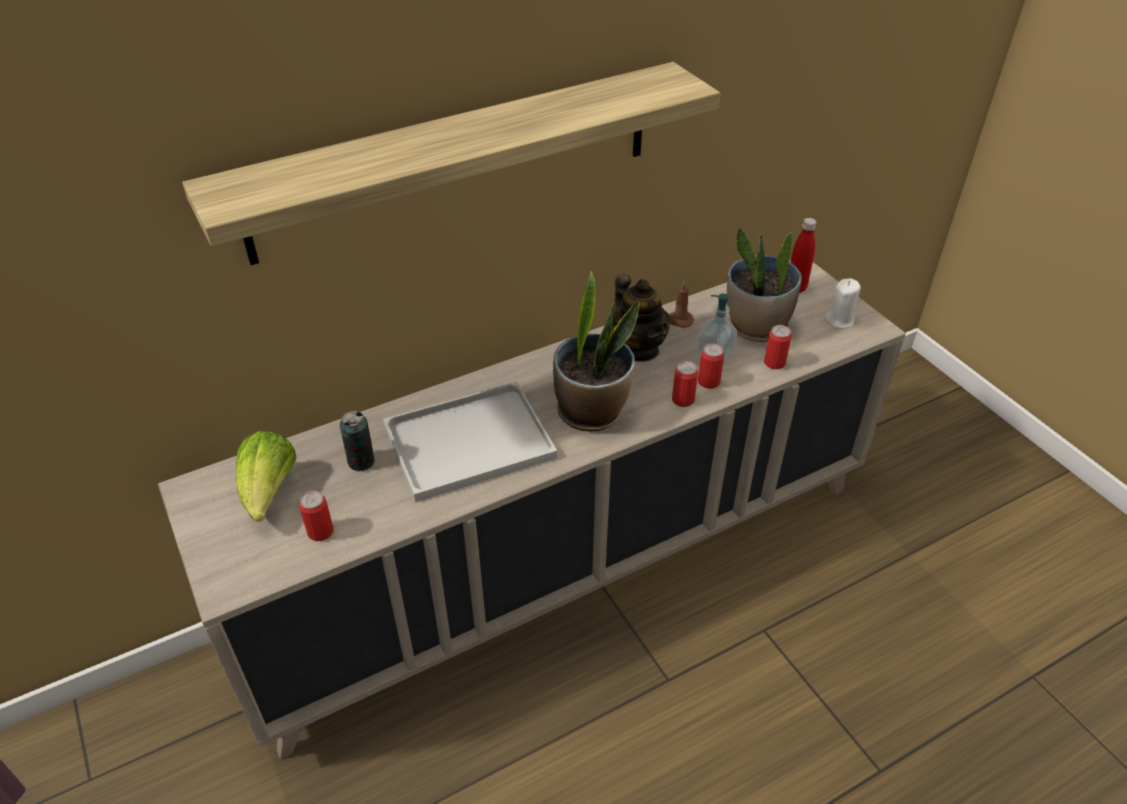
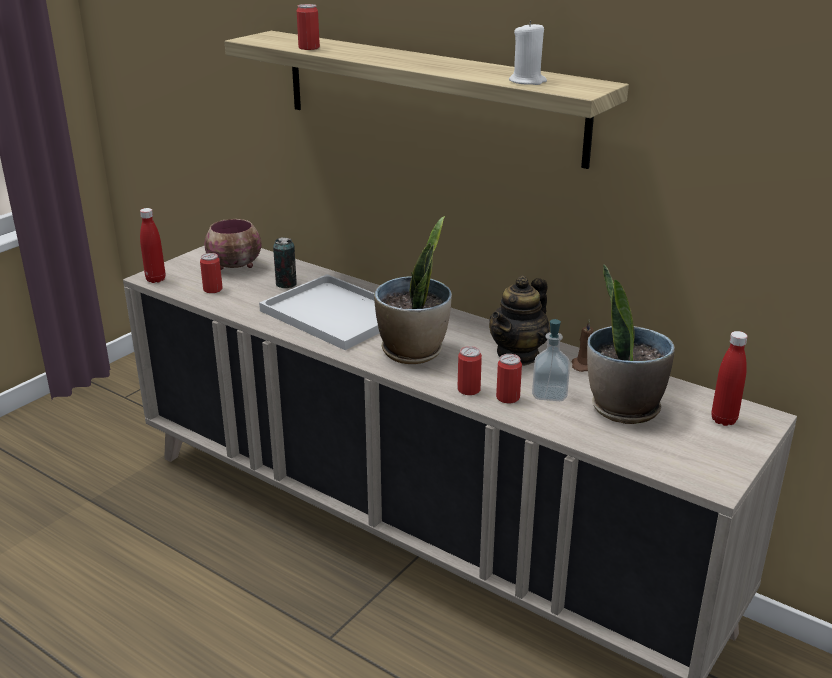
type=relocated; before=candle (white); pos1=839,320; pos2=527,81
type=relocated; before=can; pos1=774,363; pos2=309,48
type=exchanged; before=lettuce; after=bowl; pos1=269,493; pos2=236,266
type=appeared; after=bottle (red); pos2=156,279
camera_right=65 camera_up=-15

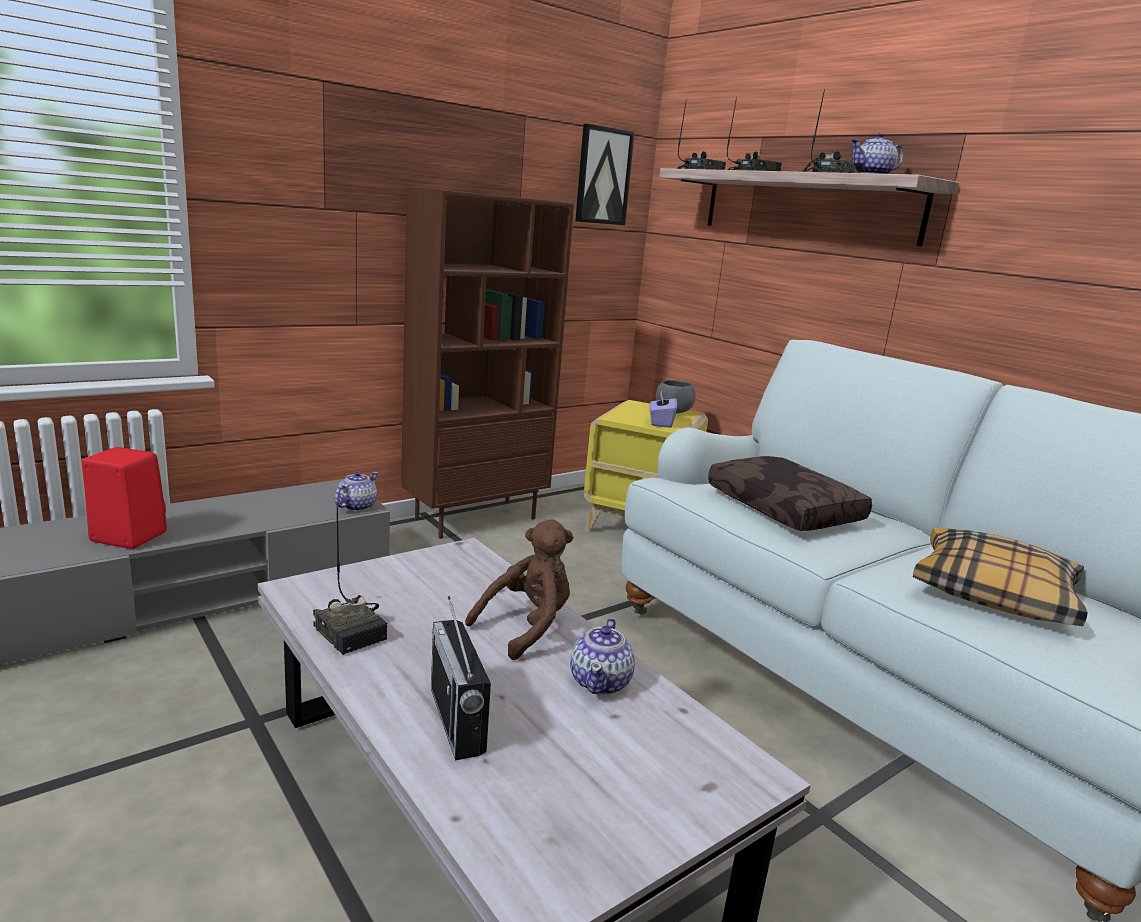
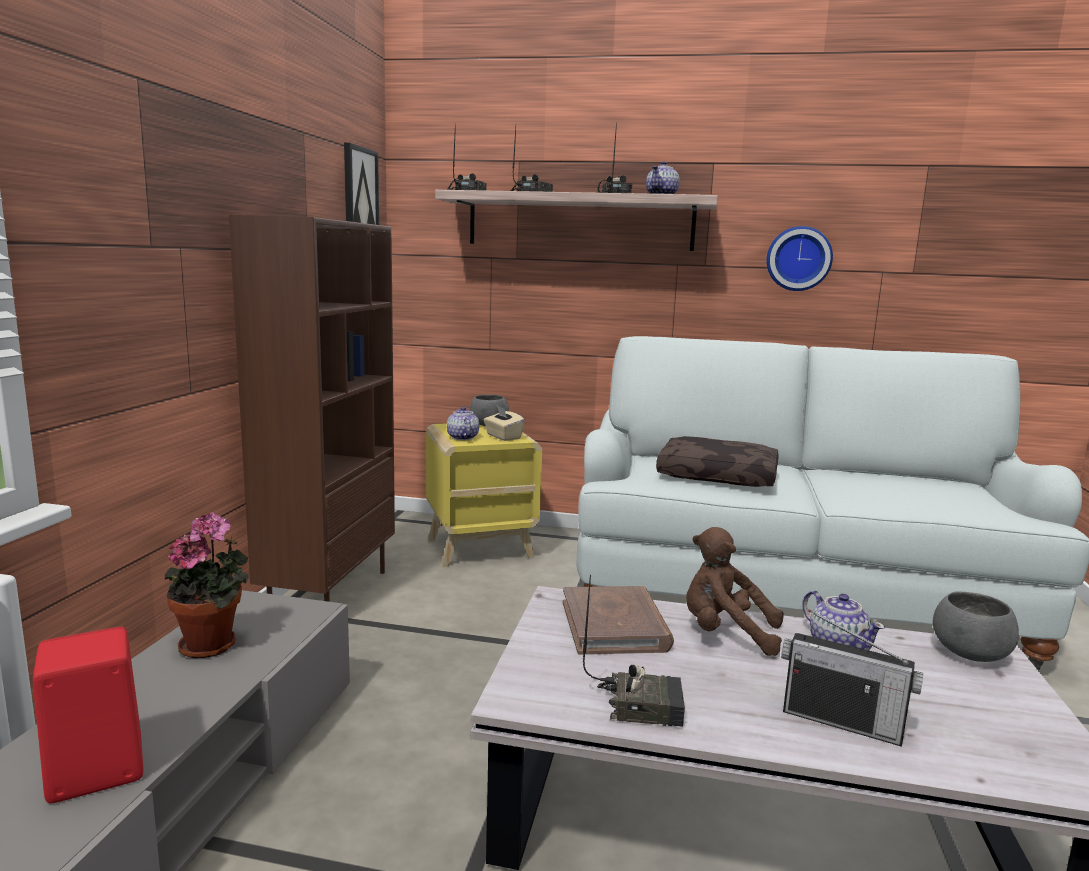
type=colour; before=tissue box (purple); after=tissue box (beige); pos1=660,423; pos2=503,437
type=relocated; before=teapot; pos1=356,506; pos2=462,437
type=spun; before=plush toy (brown); pos1=527,627; pos2=725,634; turn=-75
type=missing; before=pillow; pos1=993,593
type=appeared; after=wall clock; pos2=798,258
type=appeared; after=potted plant; pos2=213,644
type=appeared; after=book (brown); pos2=615,625
type=appeared; after=bowl (grey); pos2=969,654
camera_right=-40 camera_up=-5

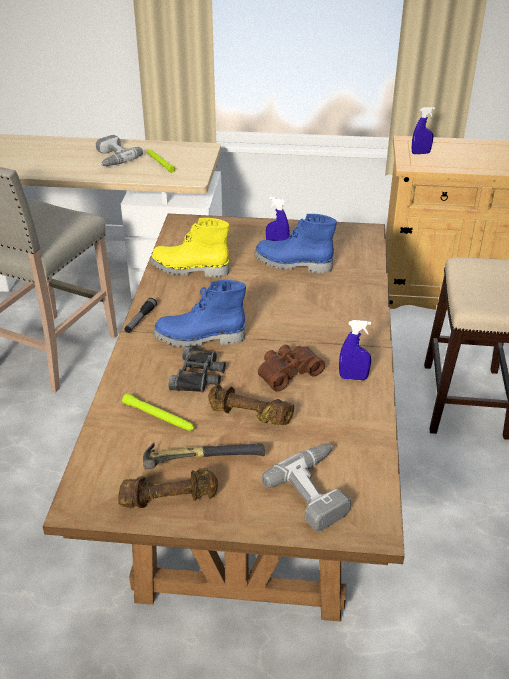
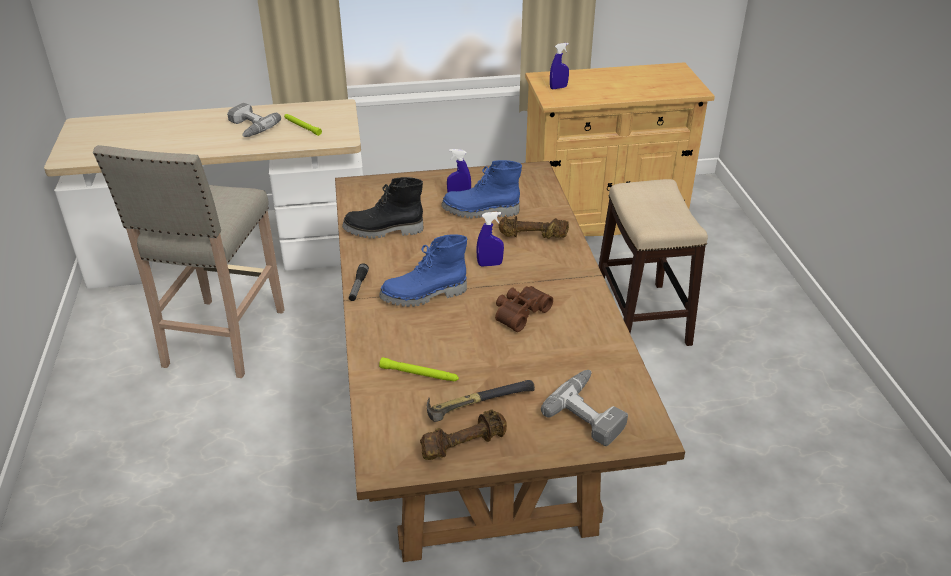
type=colour; before=boot (yellow); after=boot (black); pos1=189,270; pos2=383,231
type=relocated; before=spray bottle (blue); pos1=353,377; pos2=490,264
type=missing; before=binoculars (black); pos1=198,375
type=relocated; before=dumbbell (brown); pos1=249,416; pos2=532,237
camera_right=-15 camera_up=0

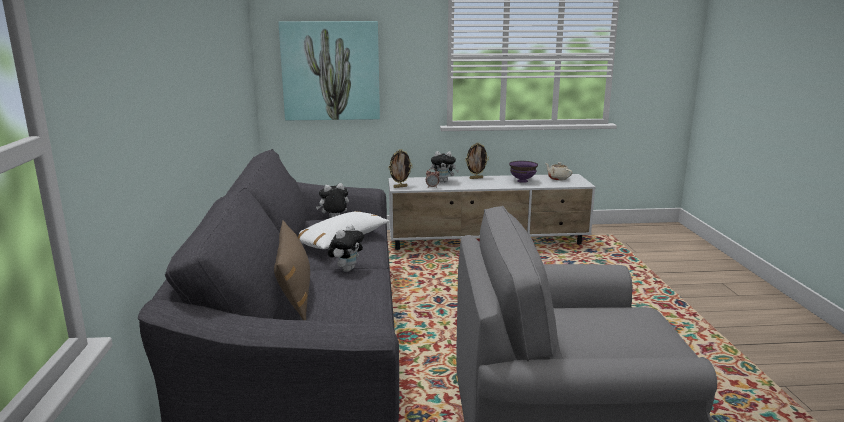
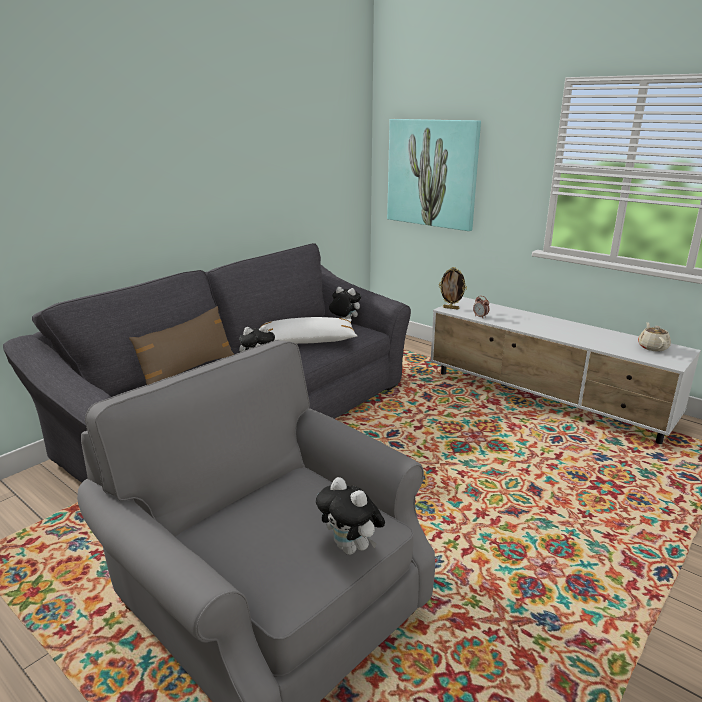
type=missing; before=picture frame; pos1=476,178
type=relocated; before=plush toy; pos1=443,181; pos2=351,548
type=missing; before=bowl (purple); pos1=522,181
camera_right=45 camera_up=5

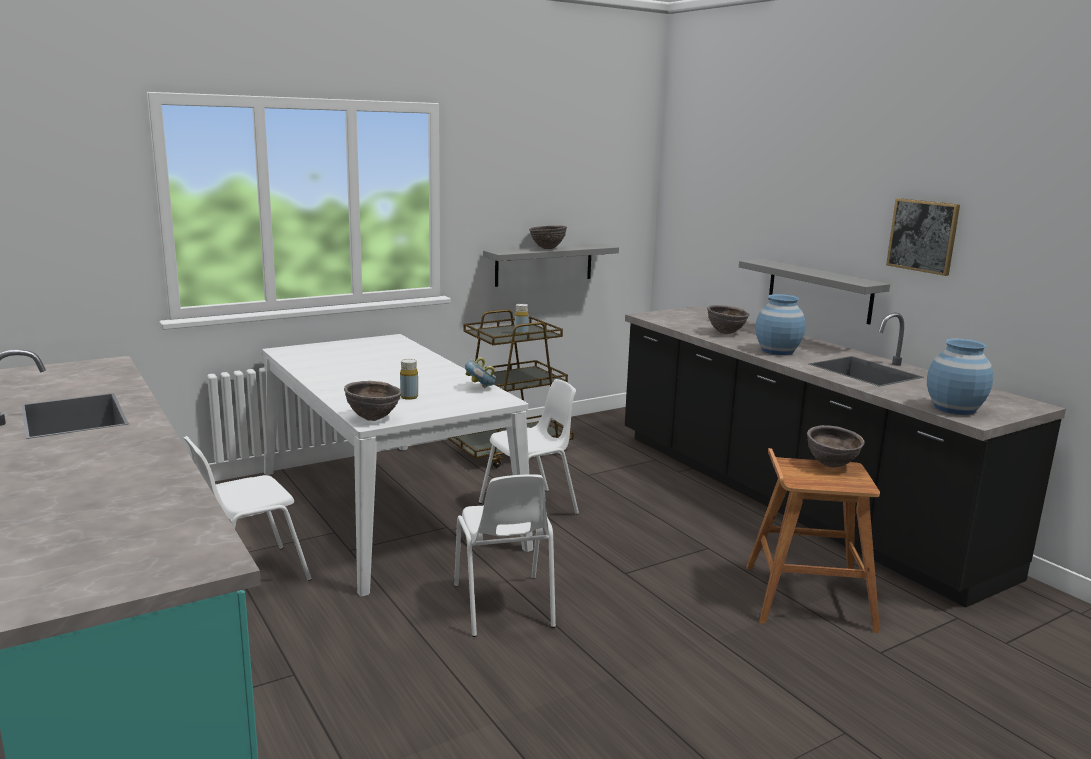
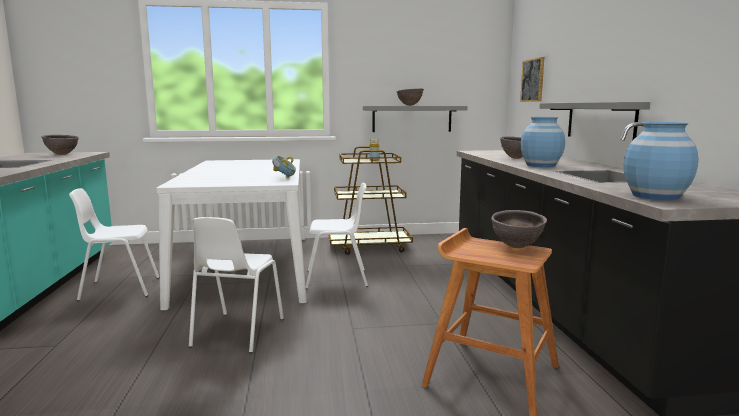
type=relocated; before=picture; pos1=923,236; pos2=533,80
type=missing; before=bottle (yellow); pos1=409,397
type=relocated; before=bowl (brown); pos1=373,419; pos2=62,154
camera_right=25 camera_up=-5

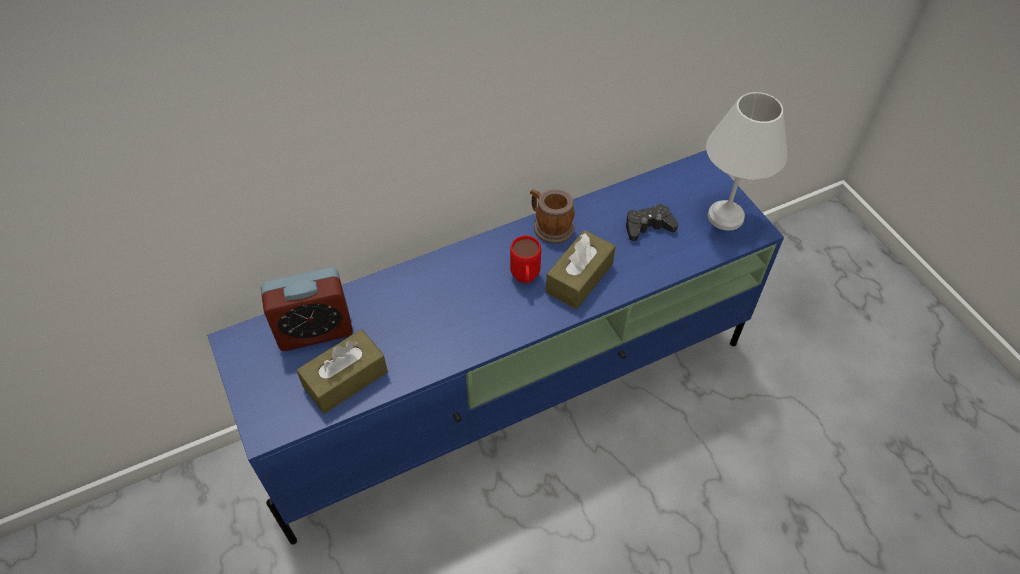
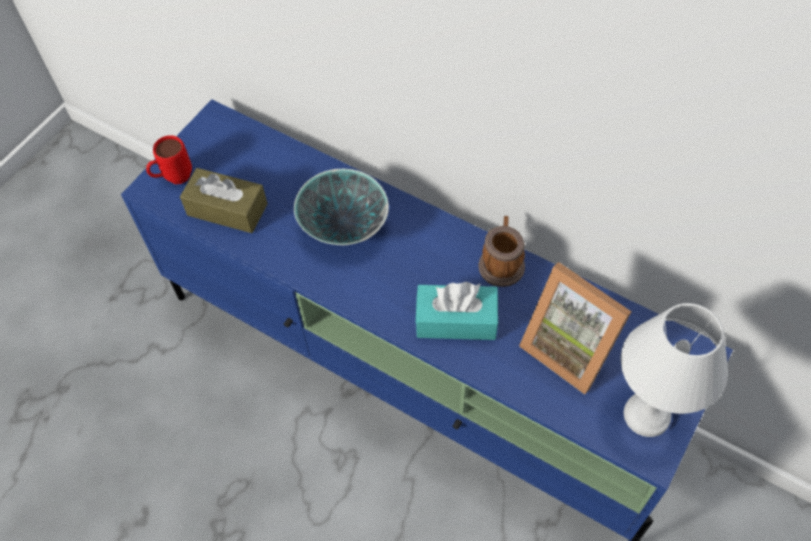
type=exchanged; before=game controller (black); after=picture frame; pos1=648,226; pos2=570,347
type=colour; before=tissue box (brown); after=tissue box (turquoise); pos1=579,278; pos2=456,320
type=relocated; before=mug (red); pos1=525,280; pos2=173,179
type=missing; before=alarm clock; pos1=315,330
type=appeared; after=bowl; pos2=343,227
camera_right=60 camera_up=5

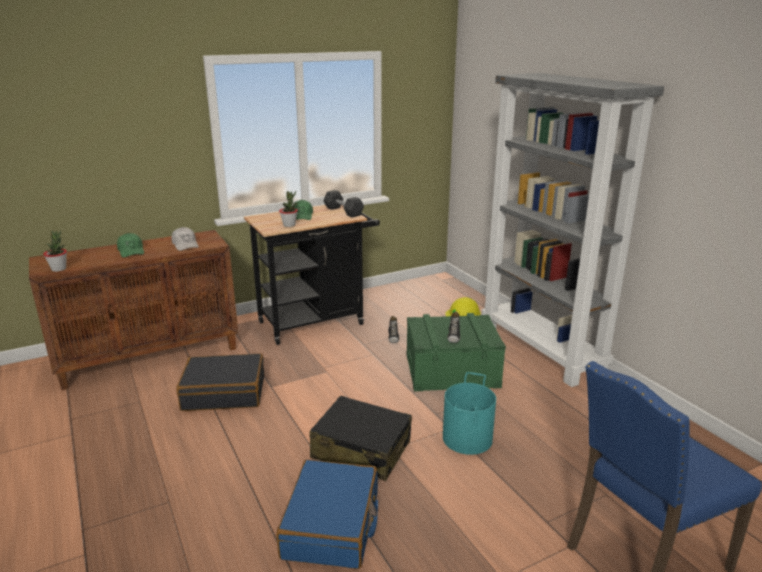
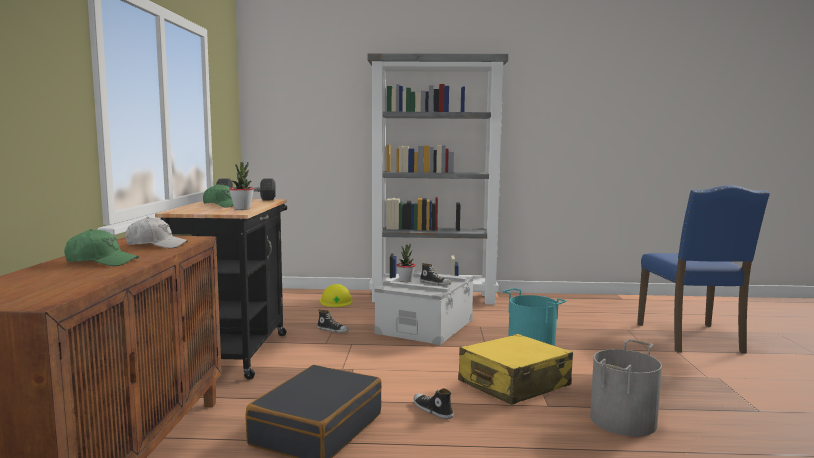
type=relocated; before=potted plant; pos1=59,269; pos2=405,280
type=colour; before=storage box (green); after=storage box (grey); pos1=452,370; pos2=425,326
type=colour; before=suitcase (black); after=suitcase (yellow); pos1=361,450; pos2=514,384
type=exchanged; before=suitcase (blue); after=bucket (grey); pos1=332,525; pos2=622,420
type=appeared; after=shoe; pos2=432,410
camera_right=-60 camera_up=-15

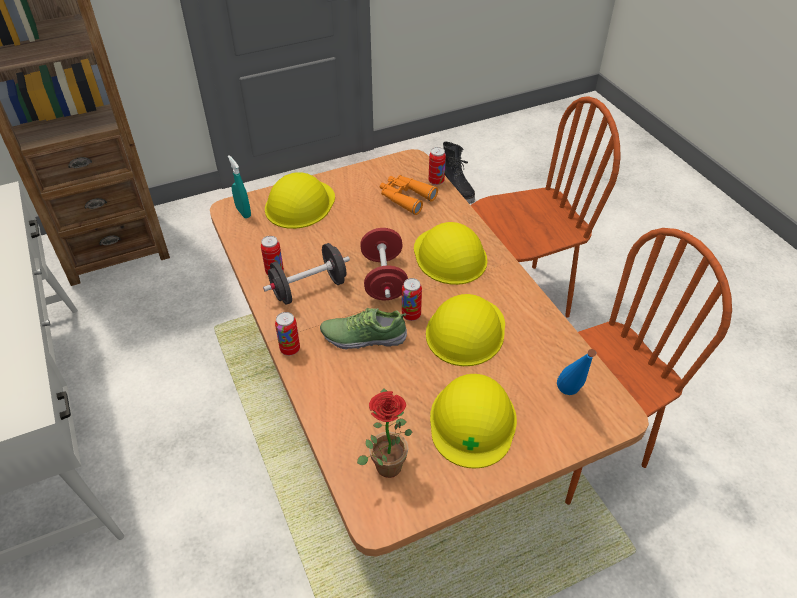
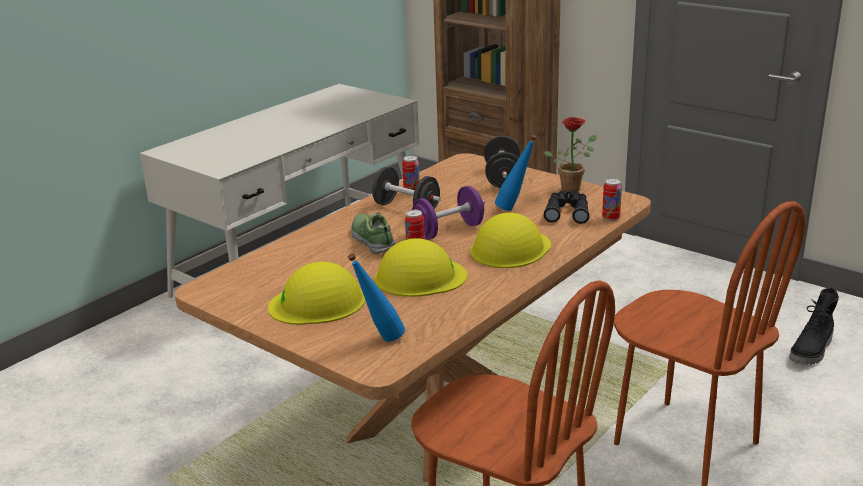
type=missing; before=spray bottle (turquoise); pos1=243,212
type=exchanged; before=hard hat (yellow); after=dumbbell (black); pos1=300,204; pos2=502,178
type=colour; before=binoculars (orange); after=binoculars (black); pos1=405,198; pos2=567,212
type=colour; before=dumbbell (red); after=dumbbell (purple); pos1=384,279; pos2=448,231
type=missing; before=can; pos1=290,349
type=relocated; before=potted plant; pos1=386,461; pos2=572,188
type=appeared; after=bottle (blue); pos2=515,209
camera_right=65 camera_up=-20

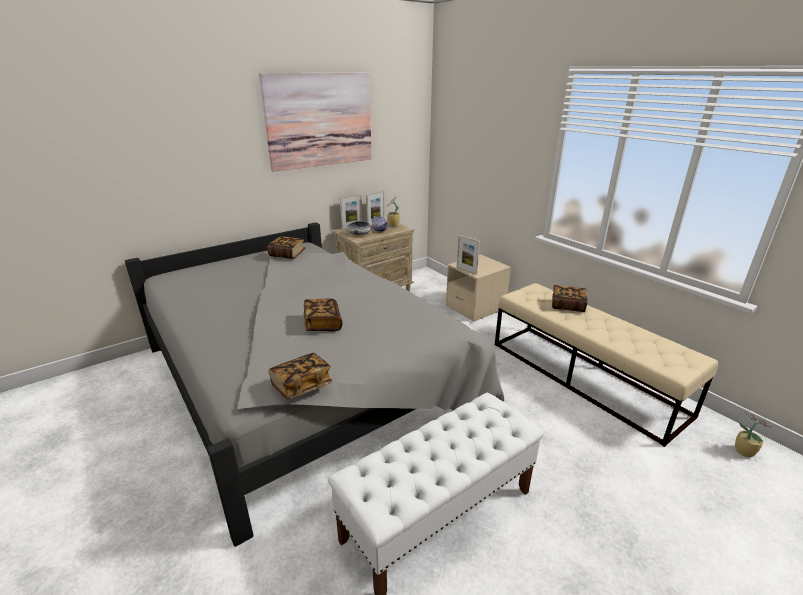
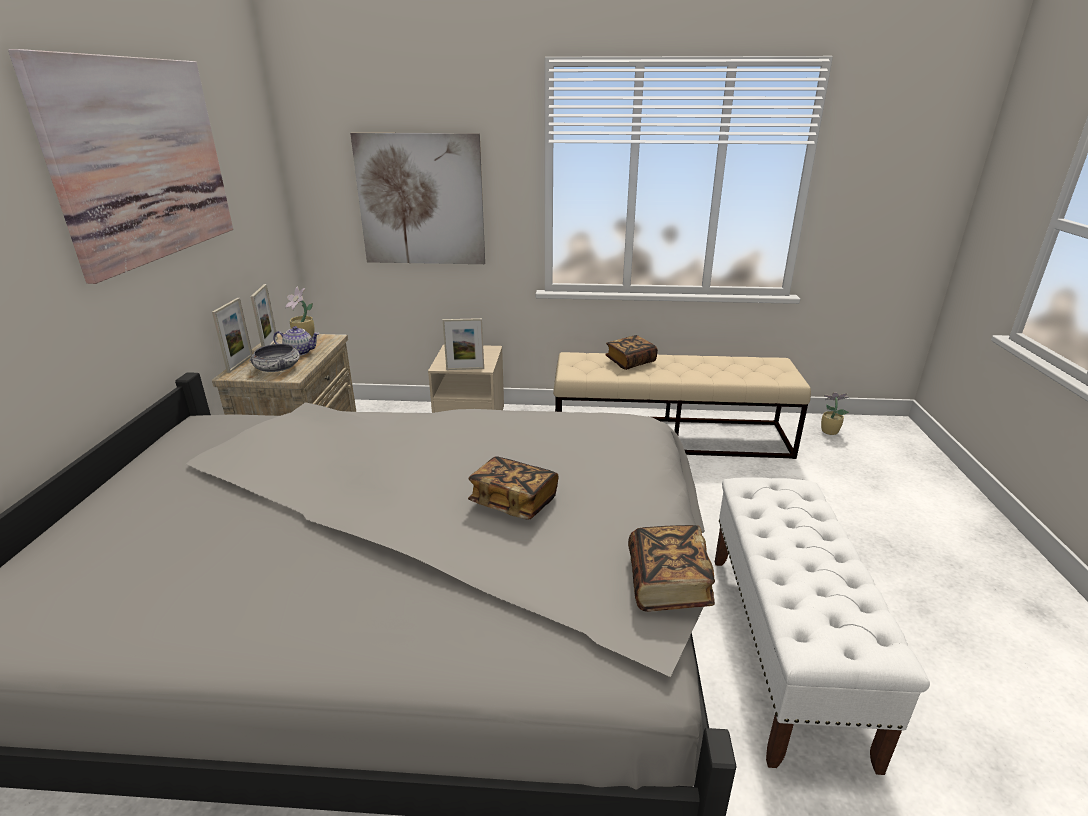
type=missing; before=book; pos1=287,254
type=appeared; after=picture; pos2=421,200
camera_right=-50 camera_up=0

